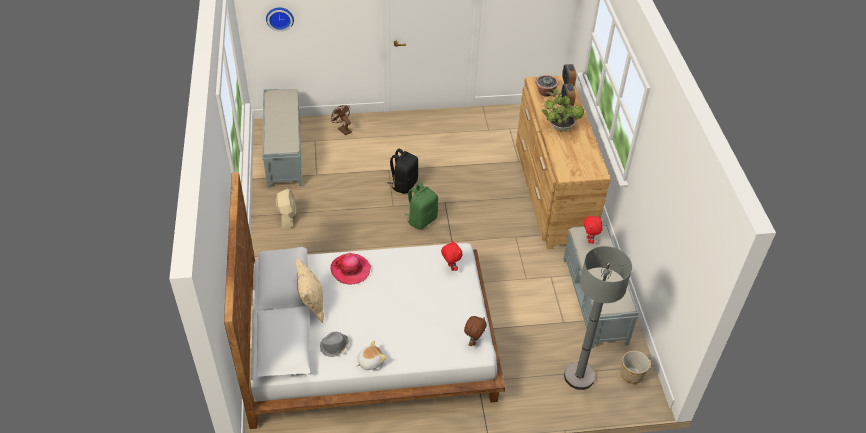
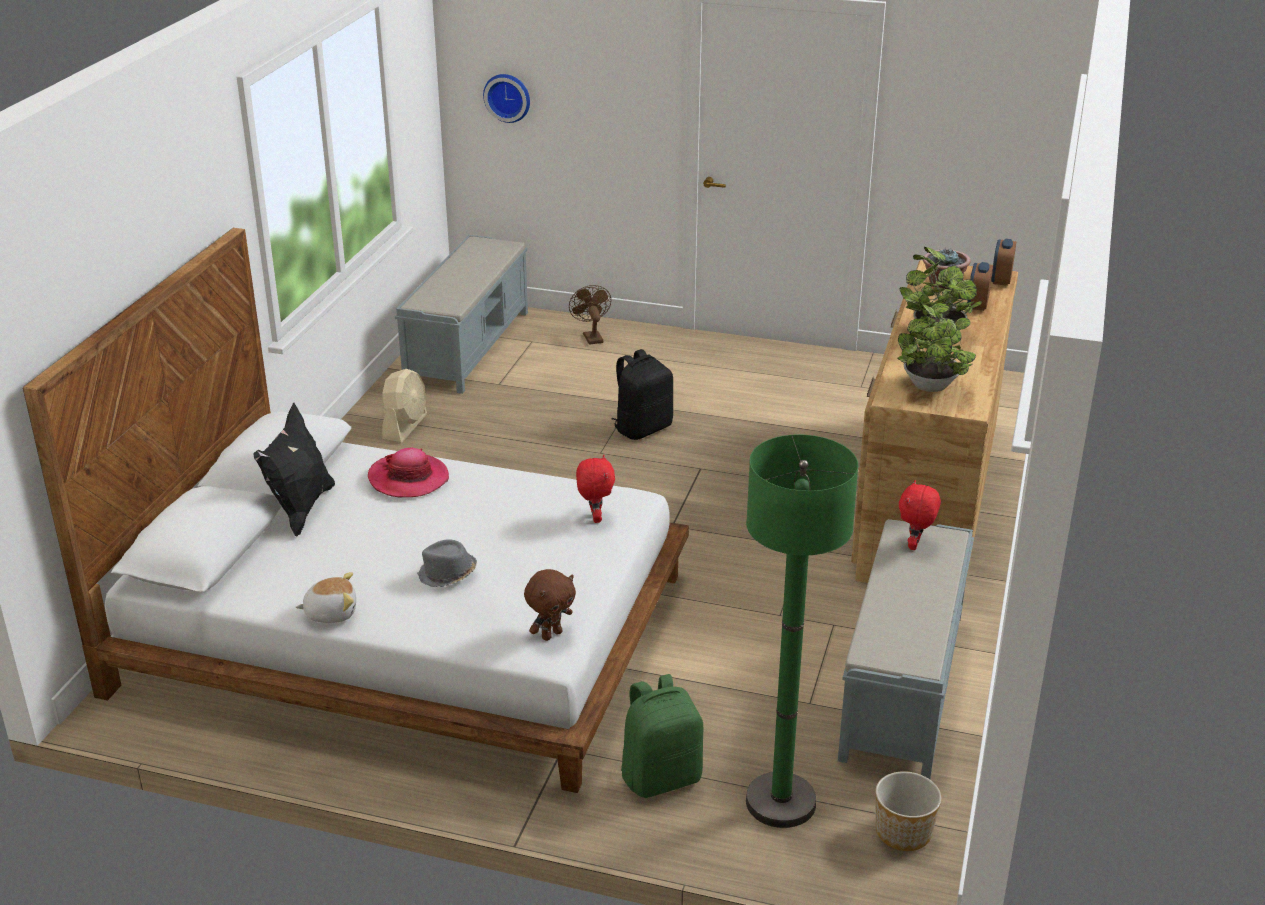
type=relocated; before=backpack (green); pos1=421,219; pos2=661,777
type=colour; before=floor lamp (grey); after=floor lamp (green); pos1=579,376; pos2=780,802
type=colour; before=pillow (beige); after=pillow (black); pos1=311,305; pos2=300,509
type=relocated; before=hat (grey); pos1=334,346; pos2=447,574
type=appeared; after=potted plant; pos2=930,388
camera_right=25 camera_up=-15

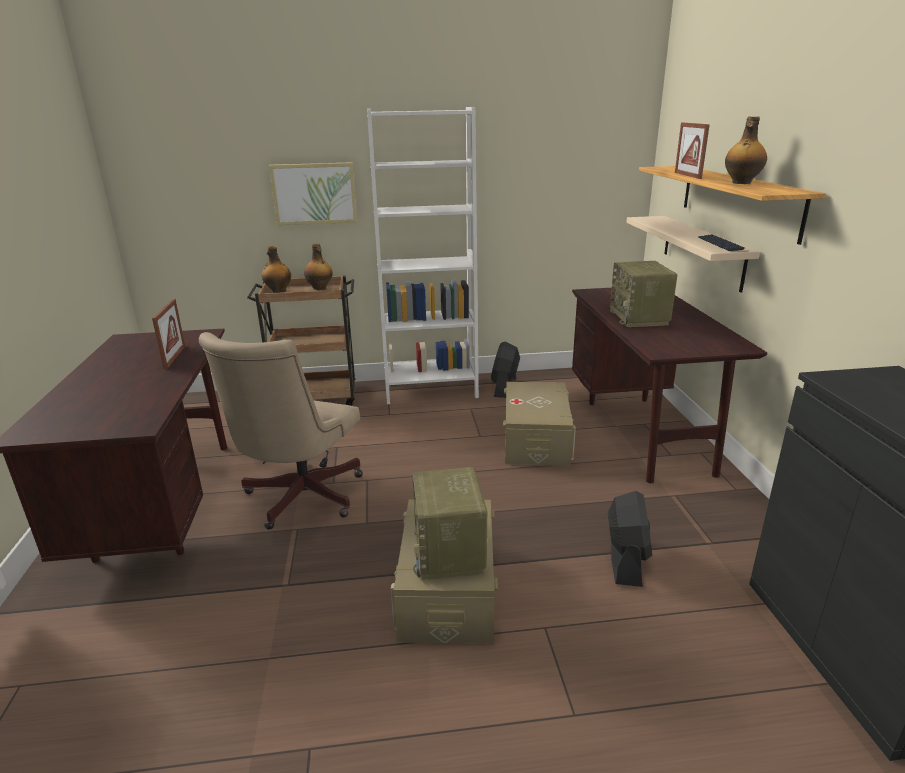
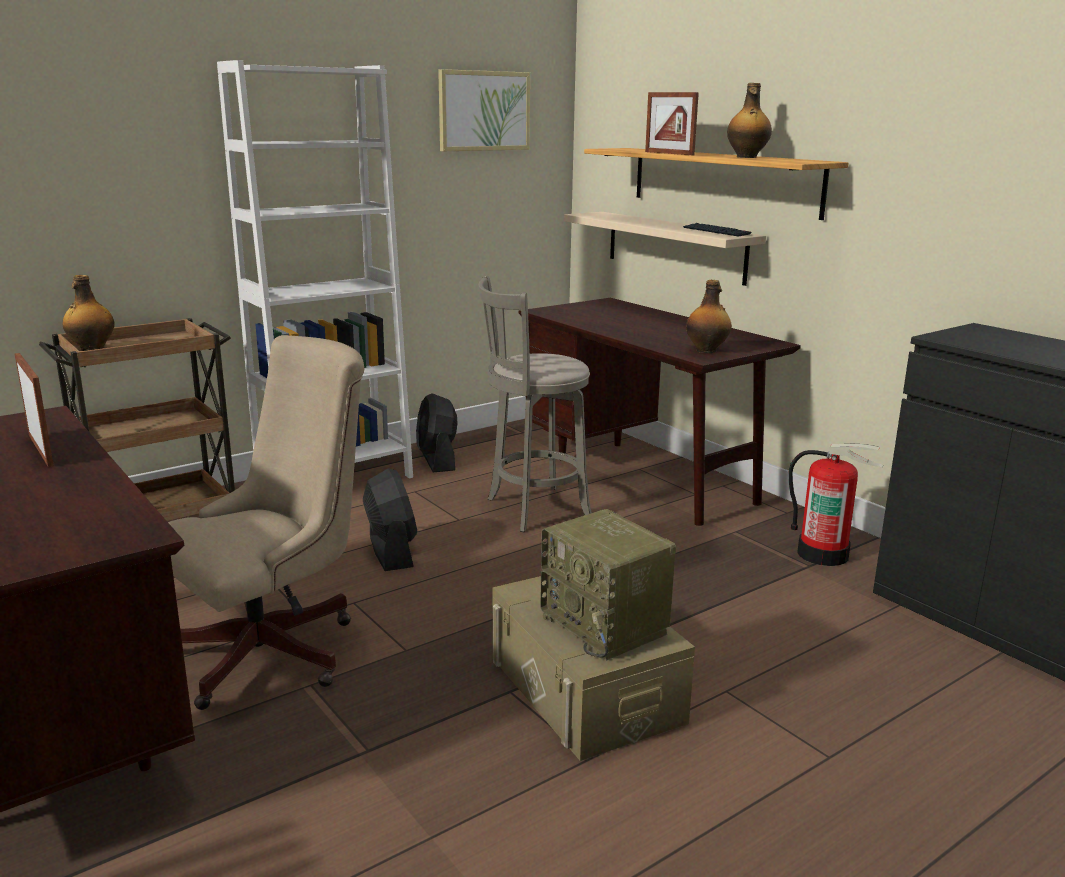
type=relocated; before=picture; pos1=314,193; pos2=484,111
type=relocated; before=bottle; pos1=319,288; pos2=707,350
type=missing; before=radio; pos1=639,318
type=spun; before=office chair (beige); pos1=299,499; pos2=274,650; turn=-120
type=exchanged; before=storage box (beige); after=stool (grey); pos1=535,440; pos2=533,510
type=relocated; before=fan (black); pos1=626,560; pos2=391,551
type=appeared; after=fire extinguisher; pos2=823,554
camera_right=-30 camera_up=-5

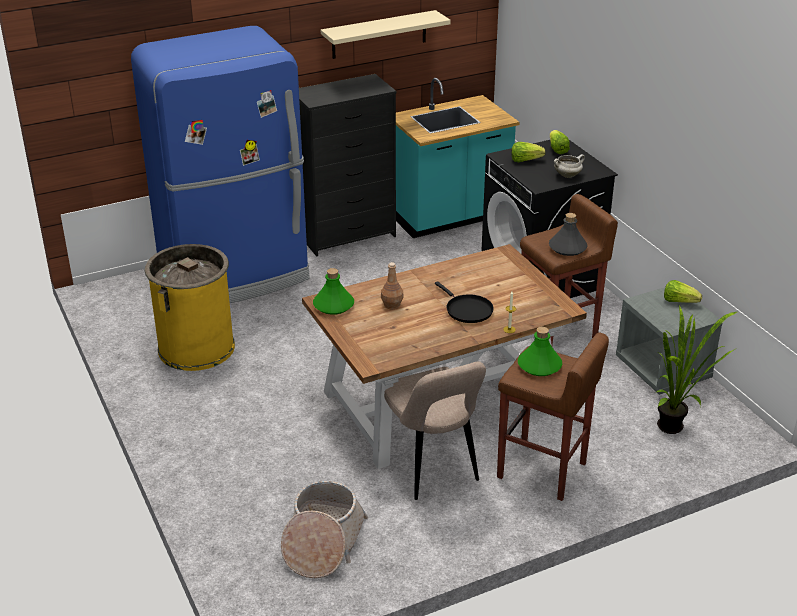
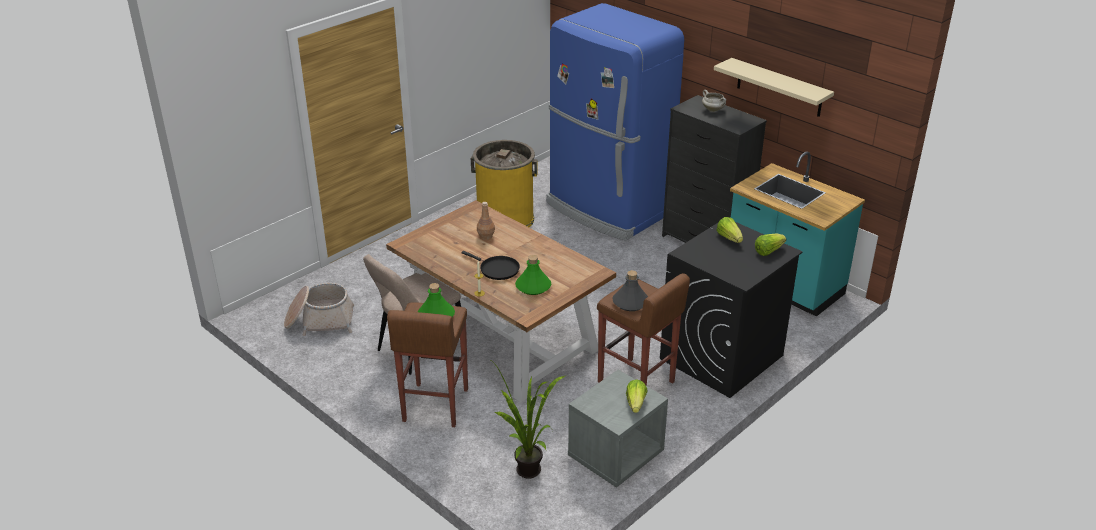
type=relocated; before=cooking pot (white); pos1=567,175; pos2=713,110
type=relocated; before=bottle (green); pos1=334,305; pos2=533,287
type=spun; before=frying pan (black); pos1=467,310; pos2=497,269; turn=-90
camera_right=70 camera_up=0

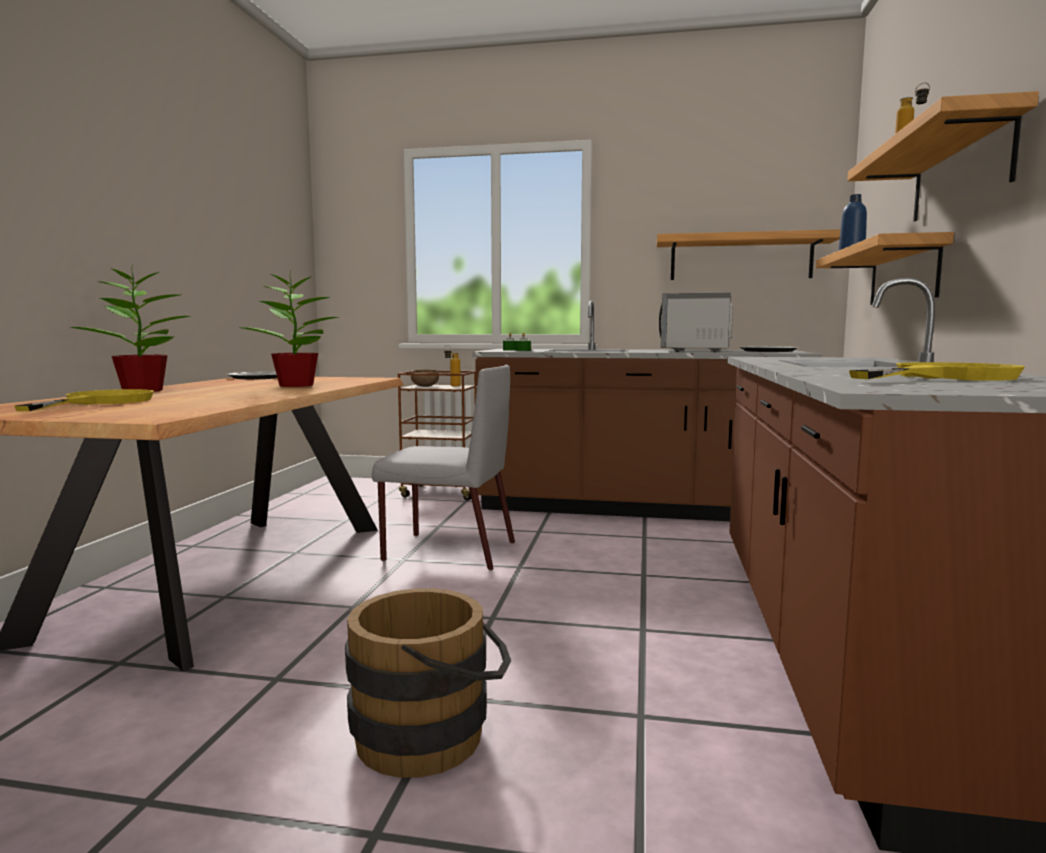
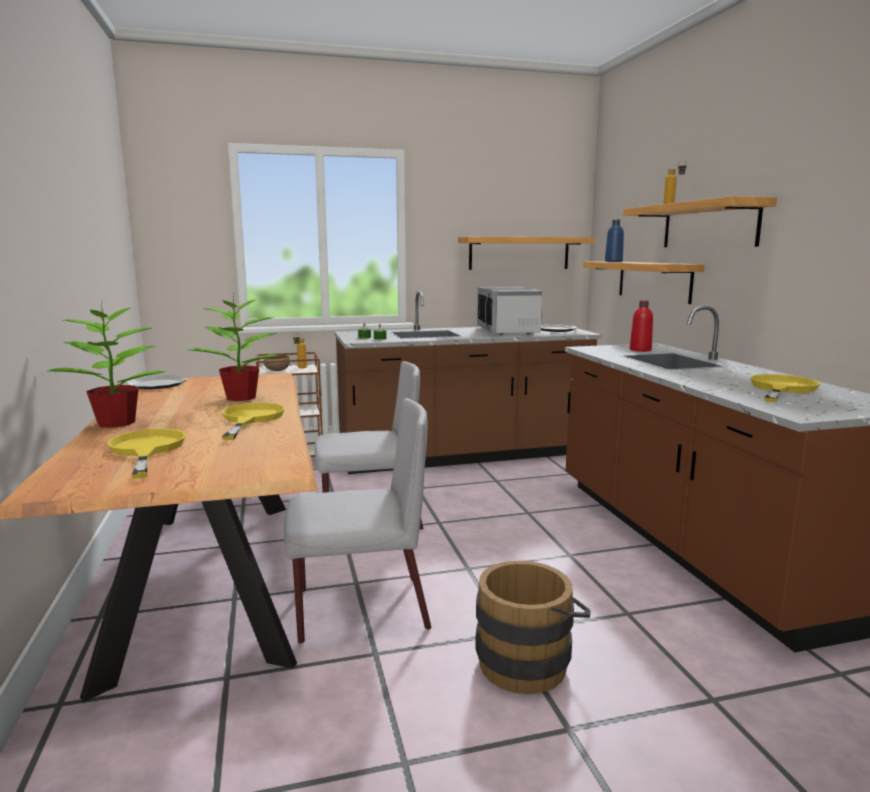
type=appeared; after=bottle (red); pos2=640,350
type=appeared; after=chair (grey); pos2=359,609
type=appeared; after=frying pan (yellow); pos2=250,419
camera_right=-25 camera_up=5

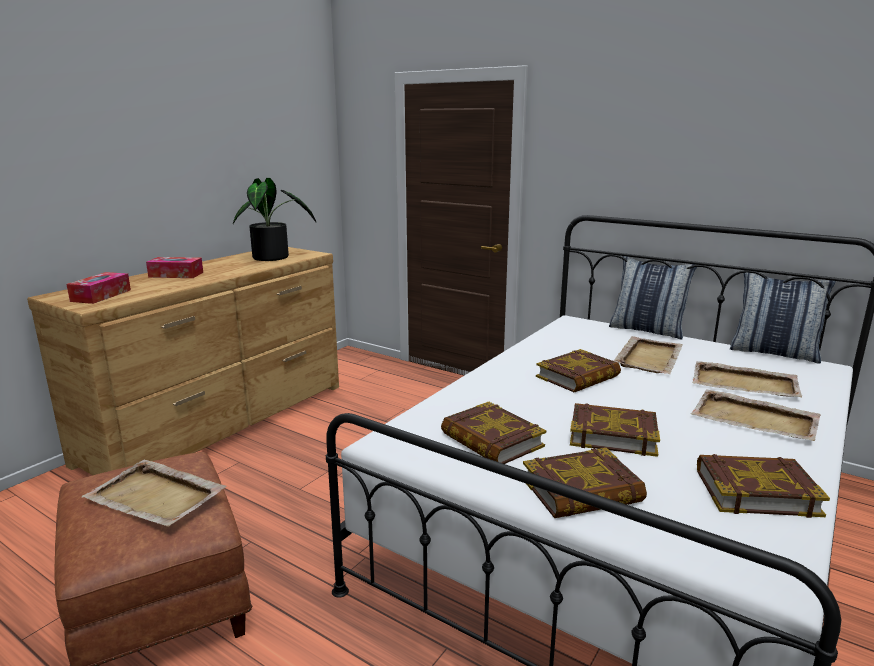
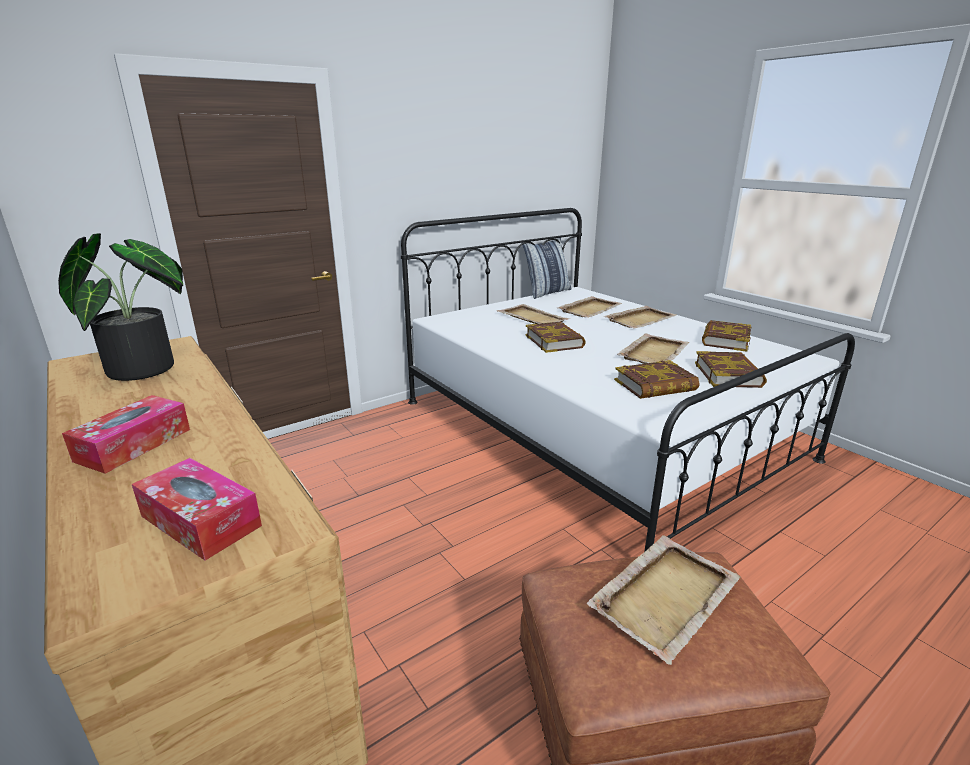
type=missing; before=pillow; pos1=647,330
type=exchanged; before=book; after=tray (beige); pos1=613,435; pos2=654,352
camera_right=-70 camera_up=5

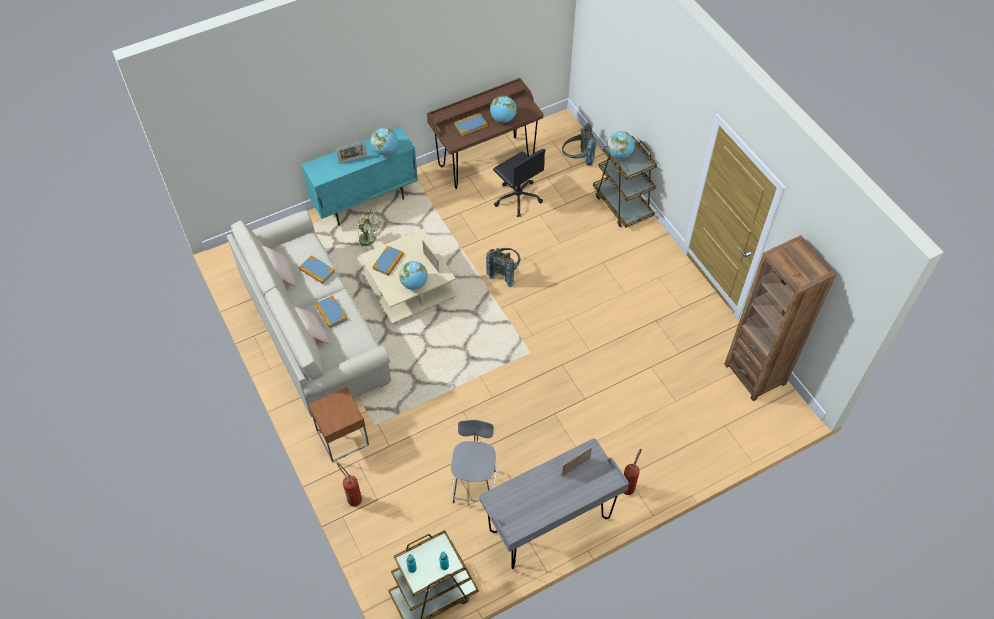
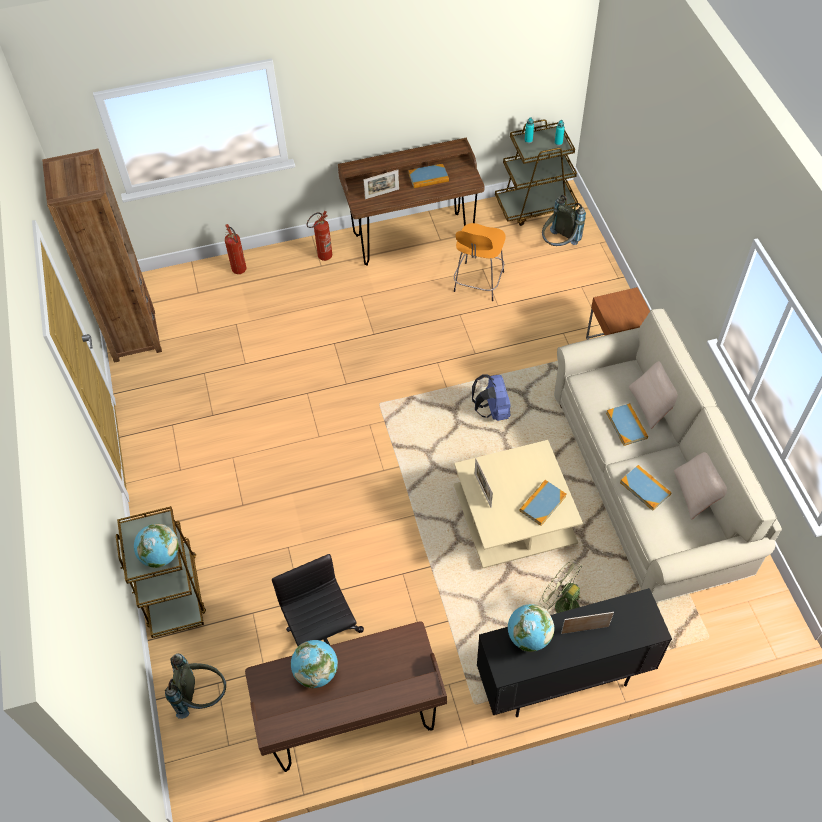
type=relocated; before=book; pos1=471,125; pos2=428,177
type=colour; before=cabinet (turquoise); after=cabinet (black); pos1=366,202; pos2=563,679
type=relocated; before=backpack (grey); pos1=504,272; pos2=558,245
type=missing; before=globe; pos1=414,284
type=colour; before=stool (grey); after=stool (orange); pos1=474,484; pos2=478,283
type=colour; before=desk (grey); after=desk (brown); pos1=550,526; pos2=412,238
type=relocated; before=fire extinguisher; pos1=352,497; pos2=240,271
type=appeared; after=backpack (blue); pos2=492,410
camera_right=-165 camera_up=0

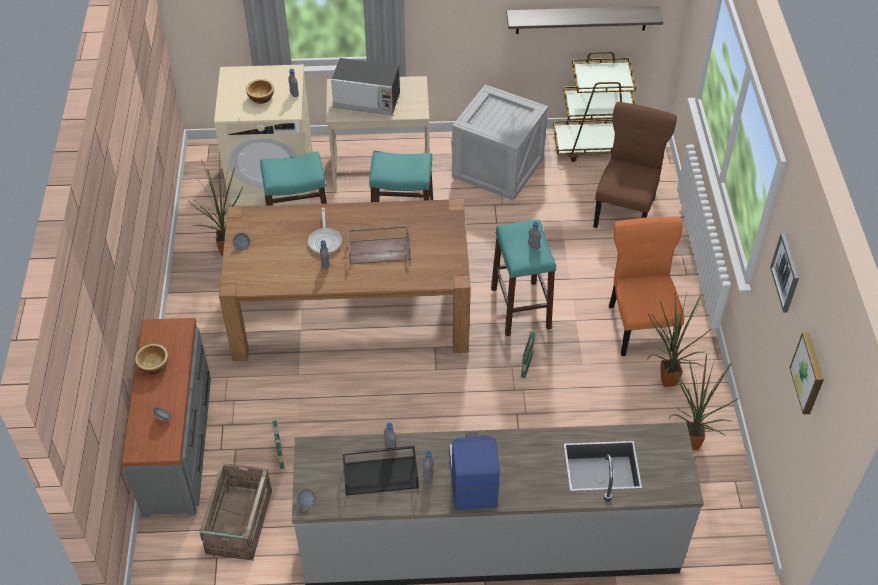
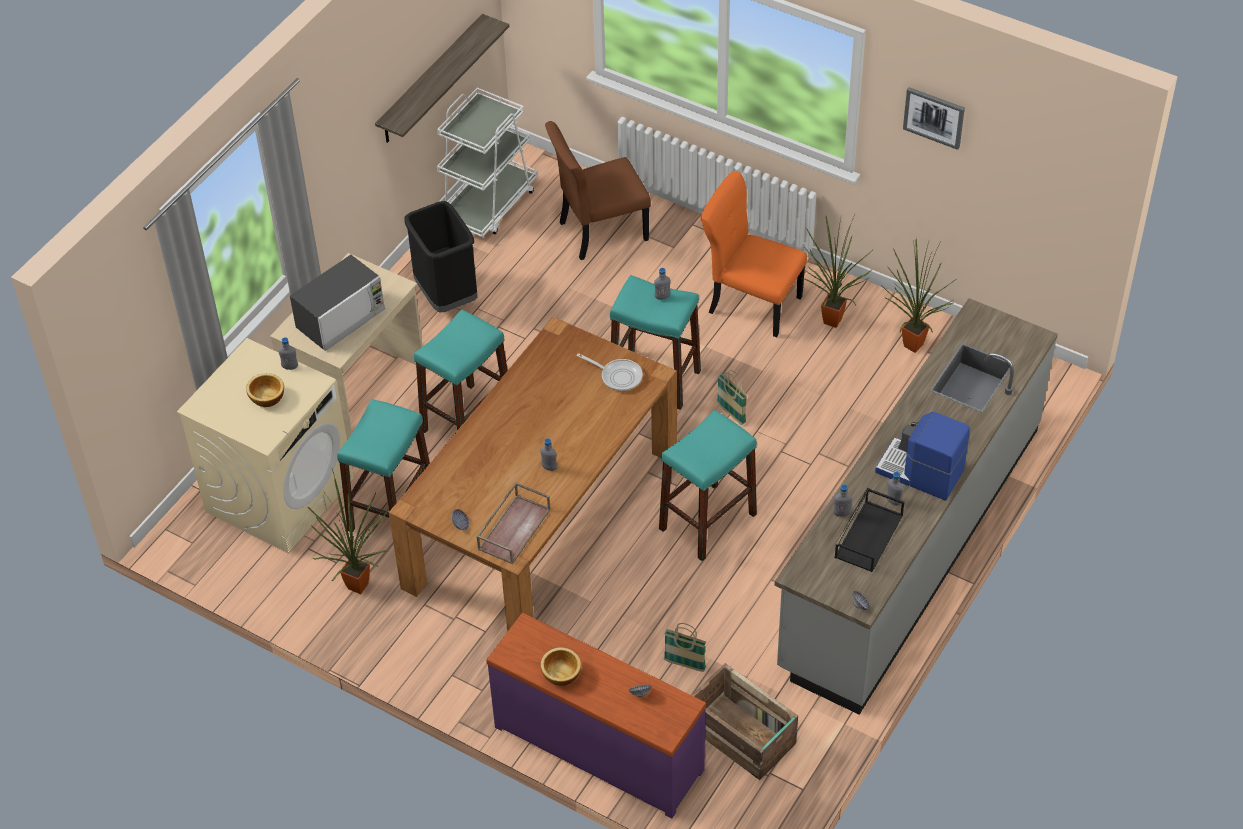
type=colour; before=cart (brown); after=cart (white); pos1=594,145; pos2=488,204
type=exchanged; before=crate; after=trash can (black); pos1=497,166; pos2=446,296
type=spun; before=chair (brown); pos1=626,210; pos2=599,232; turn=-75
type=relocated; before=frying pan; pos1=325,241; pos2=618,376
type=relocated; before=tray (brown); pos1=379,250; pos2=514,528
type=colour; before=dresser (grey); after=dresser (purple); pos1=179,443; pos2=600,746
type=missing; before=picture; pos1=809,373
type=appeared; after=stool (turquoise); pos2=707,521
camera_right=-55 camera_up=0

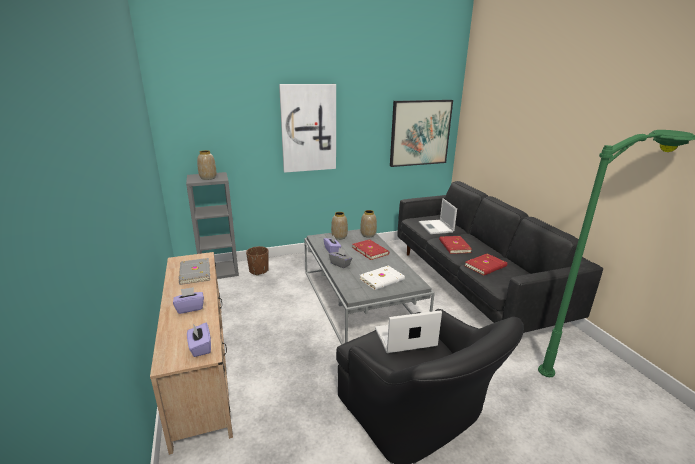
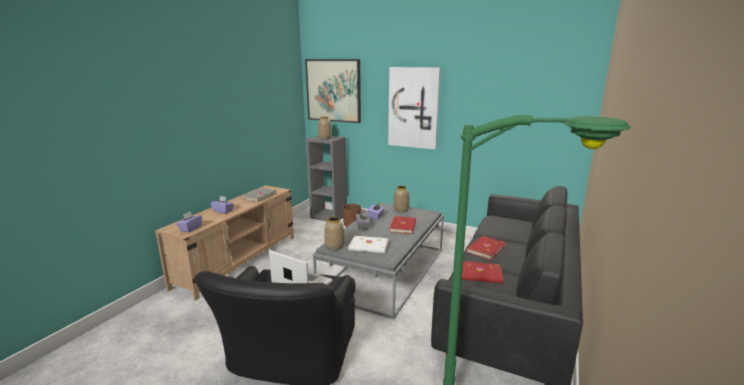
type=relocated; before=picture; pos1=420,133; pos2=333,90
type=missing; before=laptop; pos1=436,227
type=relocated; before=vase; pos1=368,235; pos2=334,247
camera_right=45 camera_up=-5

